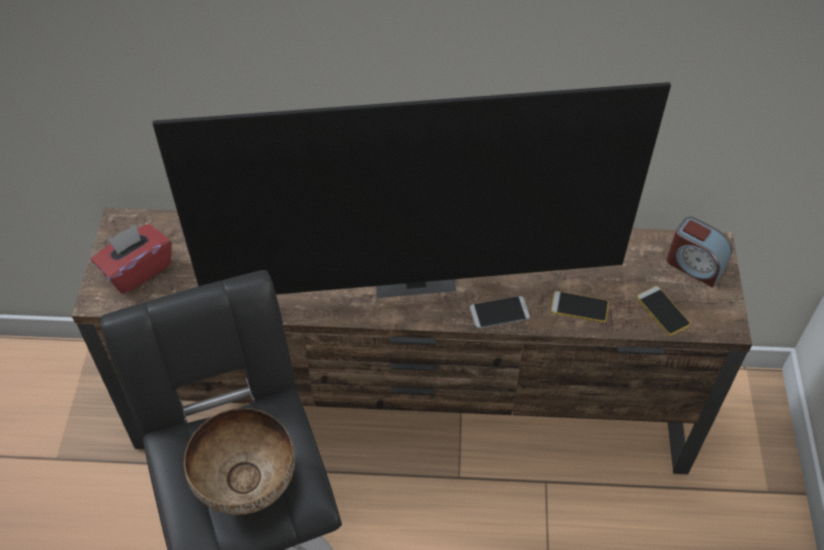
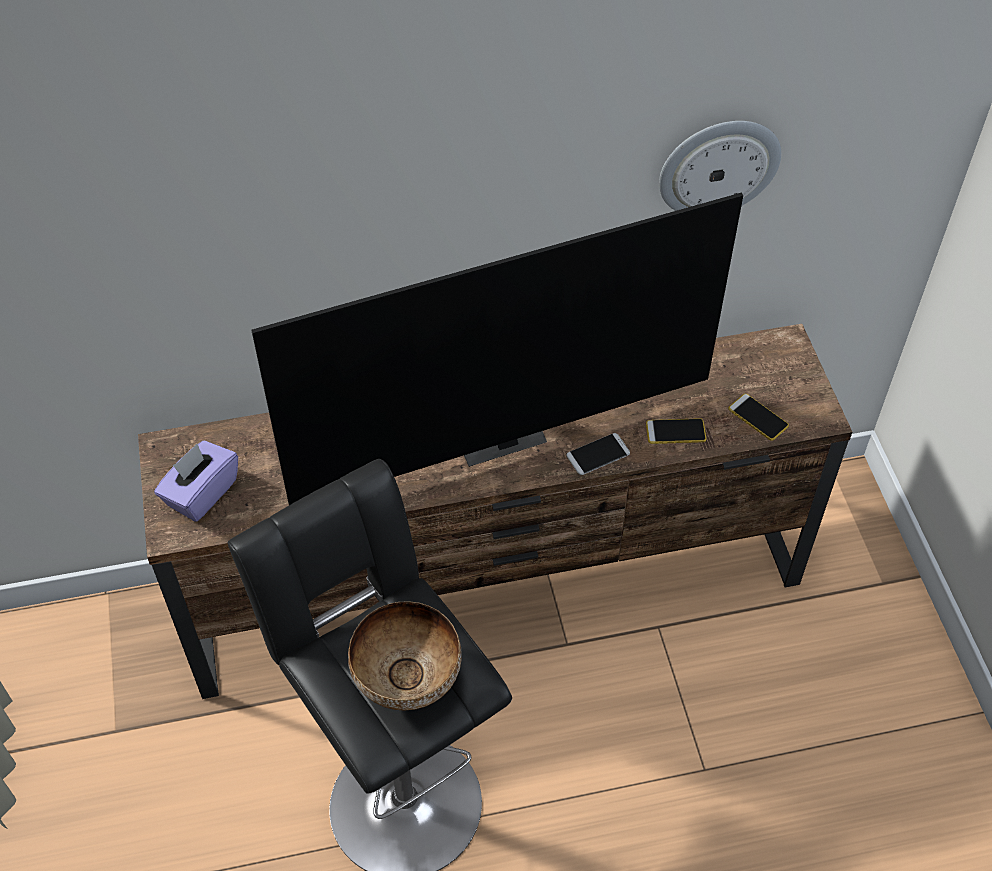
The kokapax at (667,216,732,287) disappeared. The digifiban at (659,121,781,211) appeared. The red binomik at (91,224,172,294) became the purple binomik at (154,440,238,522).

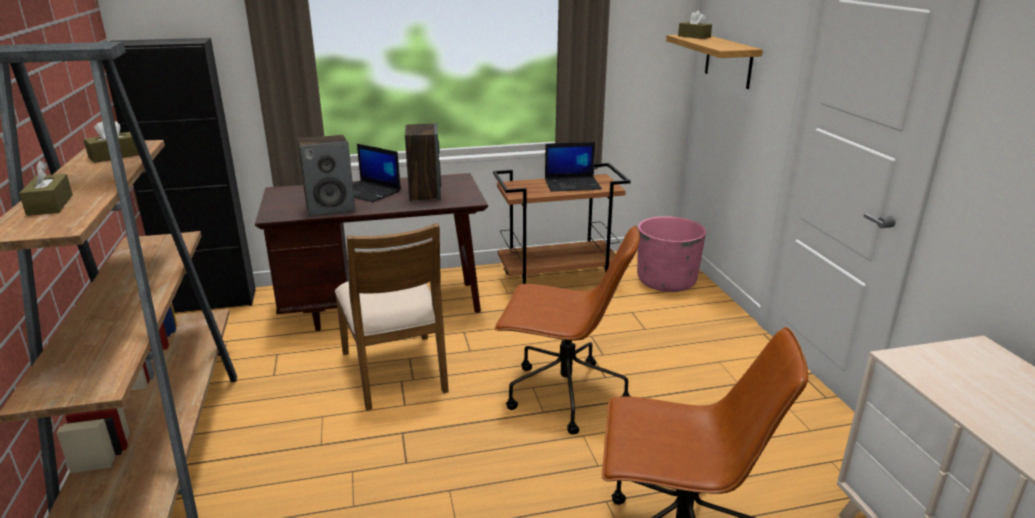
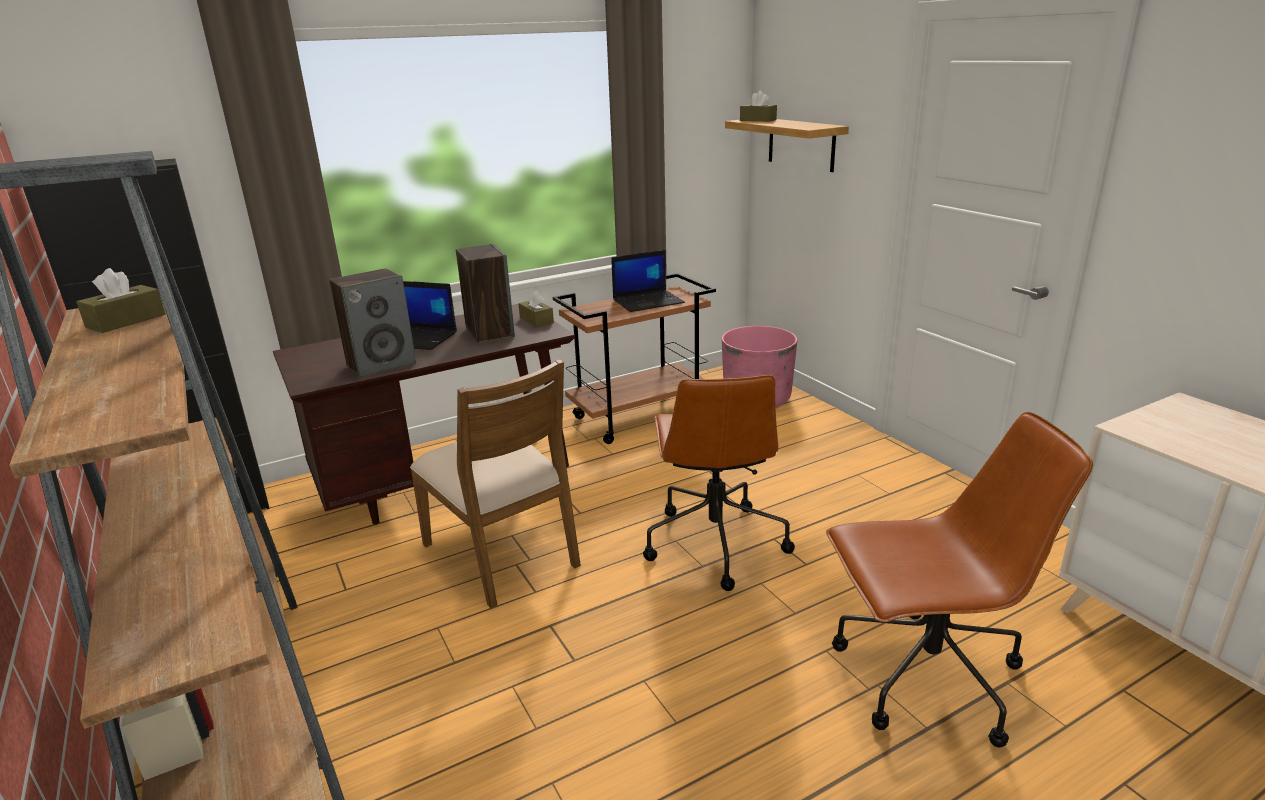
The brown binomik moved from (19,160,73,216) to (518,290,554,327). The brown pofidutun at (494,225,640,435) turned 90 degrees clockwise.

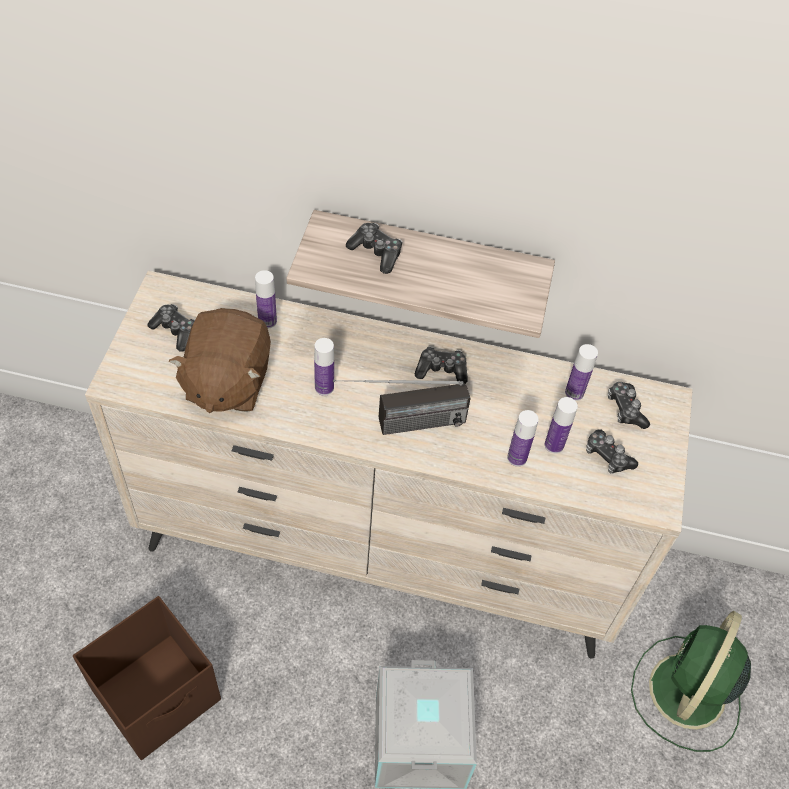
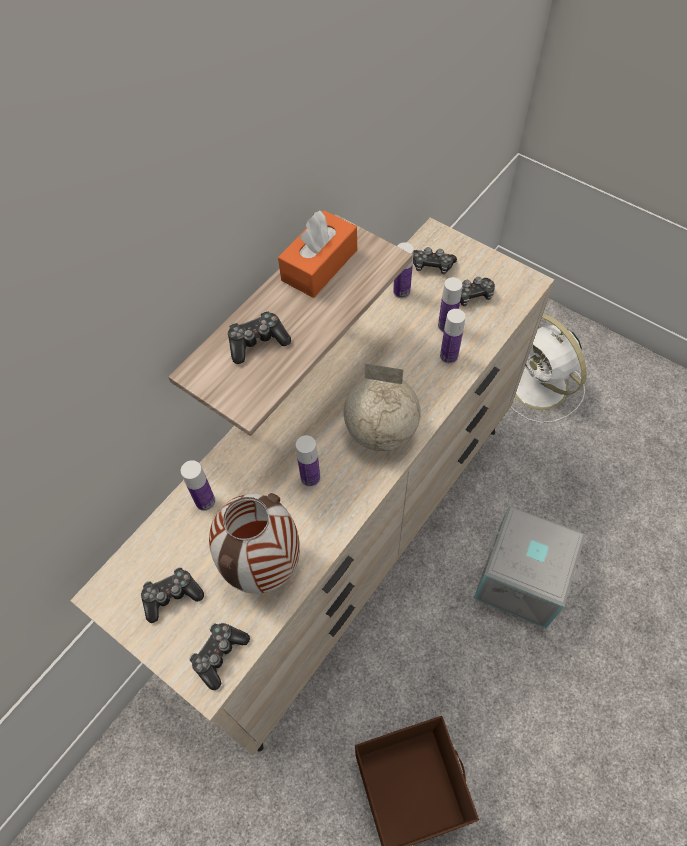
The orange binomik at (278,210,357,298) appeared. The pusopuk moved from (415,346,468,384) to (189,623,250,690). The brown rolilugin at (169,308,271,413) was replaced by the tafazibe at (209,493,300,594). The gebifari at (333,380,471,435) was replaced by the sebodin at (344,364,421,451). The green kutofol at (631,611,751,752) became the white kutofol at (511,314,587,423).

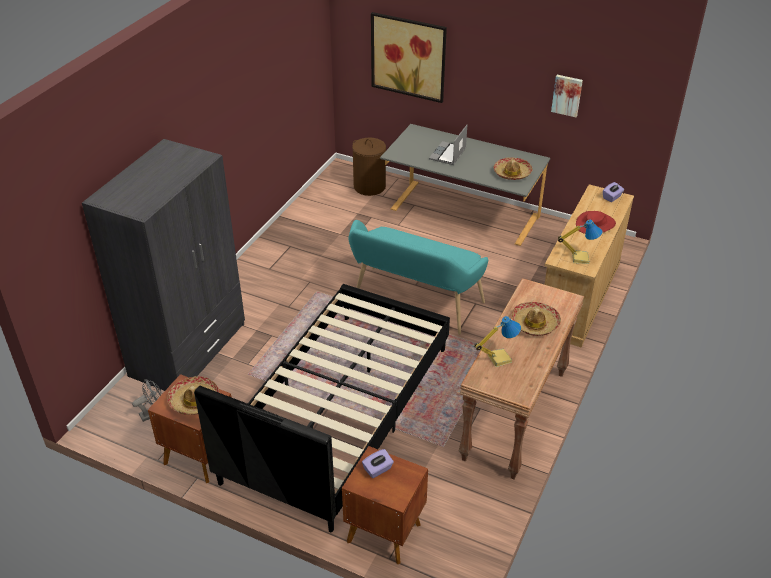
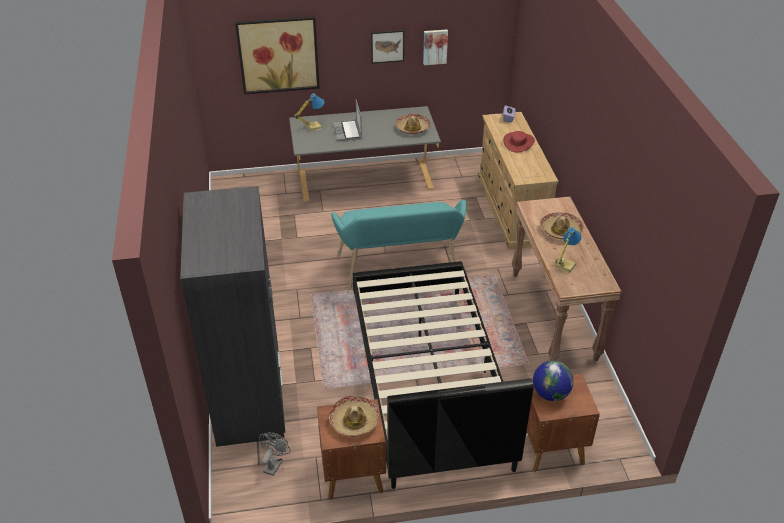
The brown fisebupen at (352,138,386,196) disappeared. The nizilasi at (371,30,404,64) appeared. The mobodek moved from (558,220,603,264) to (294,93,325,132). The purple binomik at (362,449,394,478) was replaced by the sebodin at (533,361,574,401).

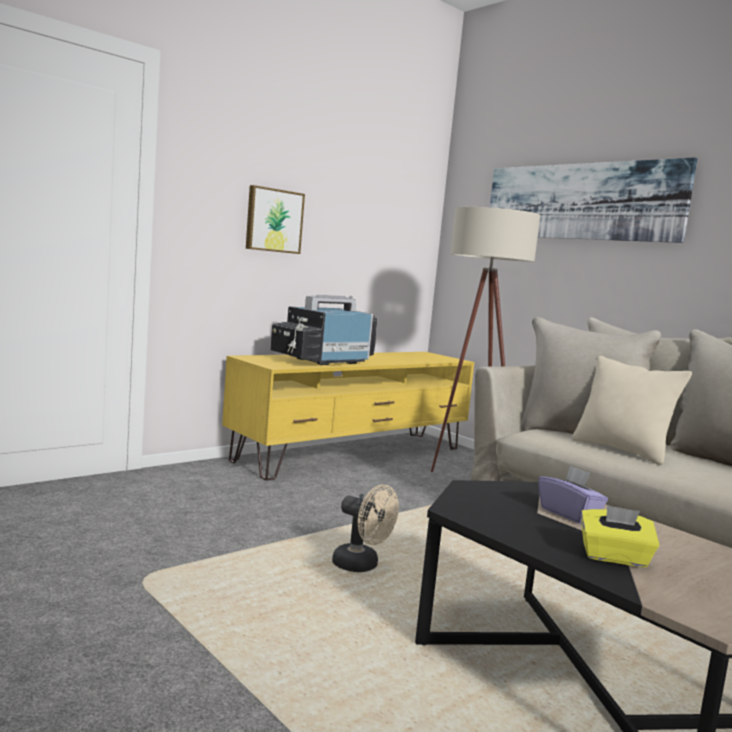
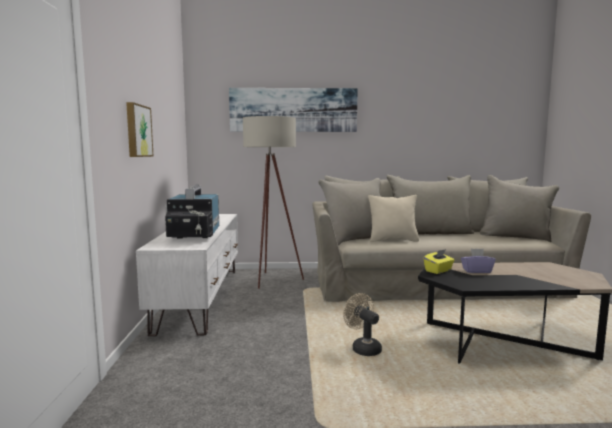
The yellow binomik moved from (581,505,659,568) to (424,249,454,274). The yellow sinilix at (222,352,475,481) became the white sinilix at (136,214,238,336). The beige kutofol at (332,485,399,572) turned 105 degrees counterclockwise.

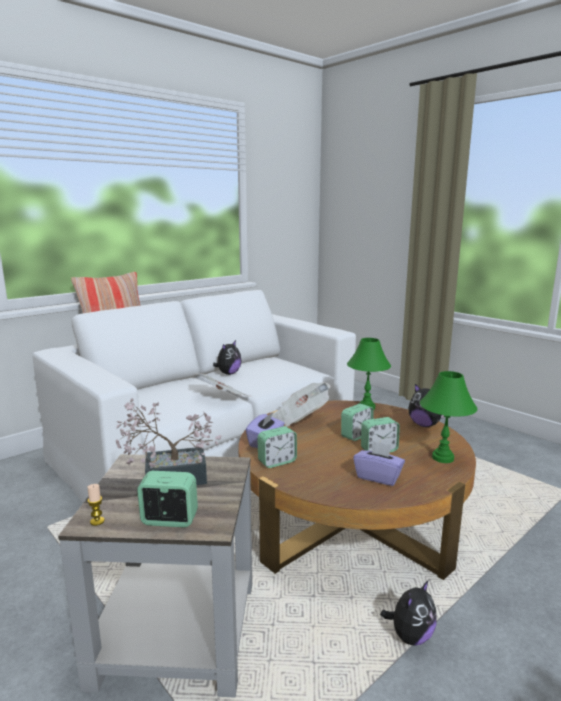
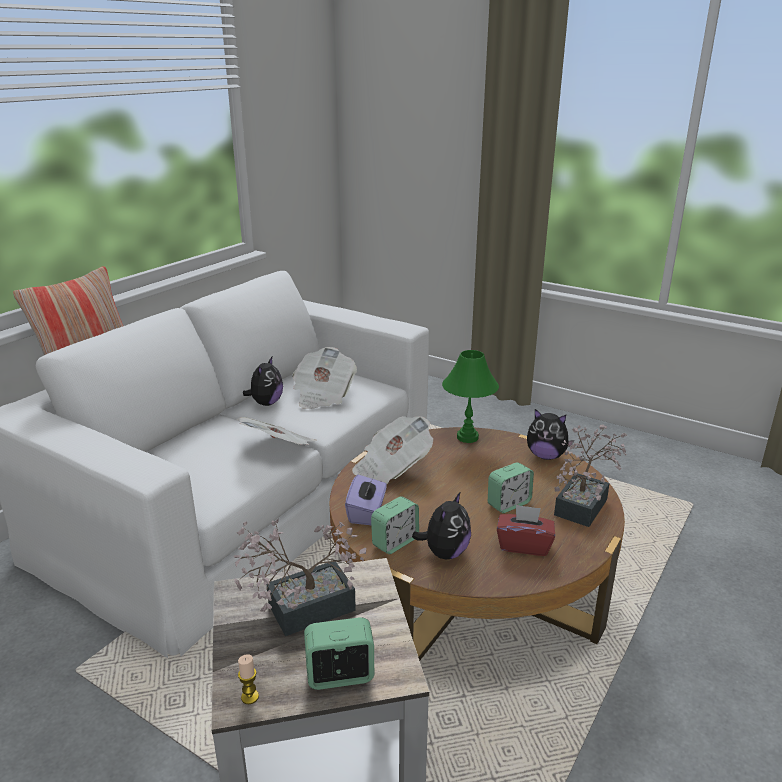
The kokapax at (341,404,374,441) disappeared. The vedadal at (292,347,357,409) appeared. The rolilugin moved from (380,580,437,646) to (412,491,471,559). The green mobodek at (420,371,477,463) was replaced by the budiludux at (554,424,627,527). The purple binomik at (353,441,405,486) became the red binomik at (497,504,555,556).

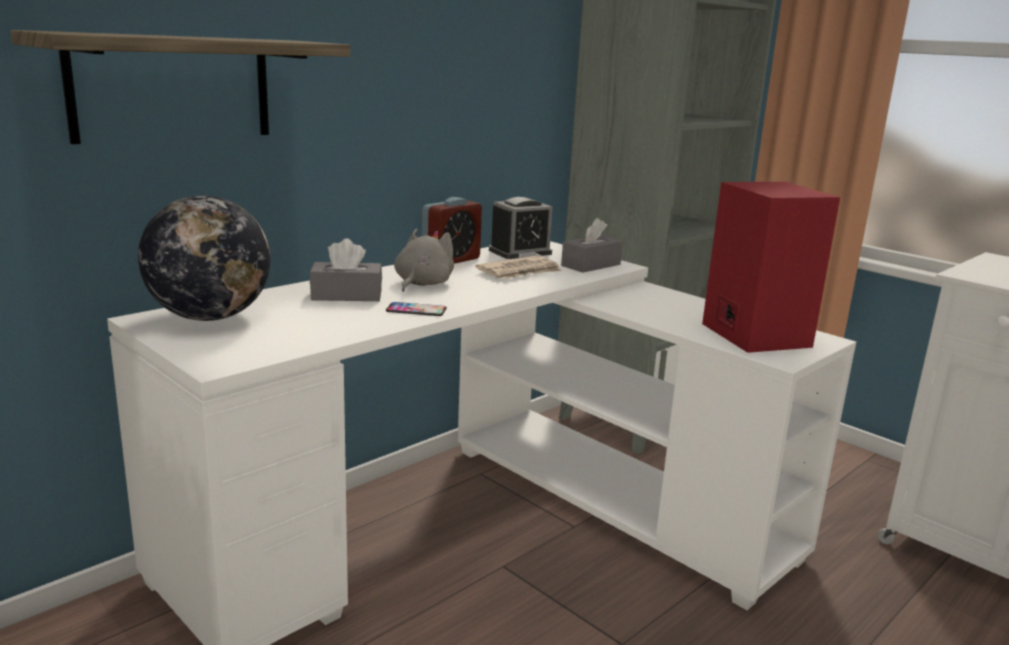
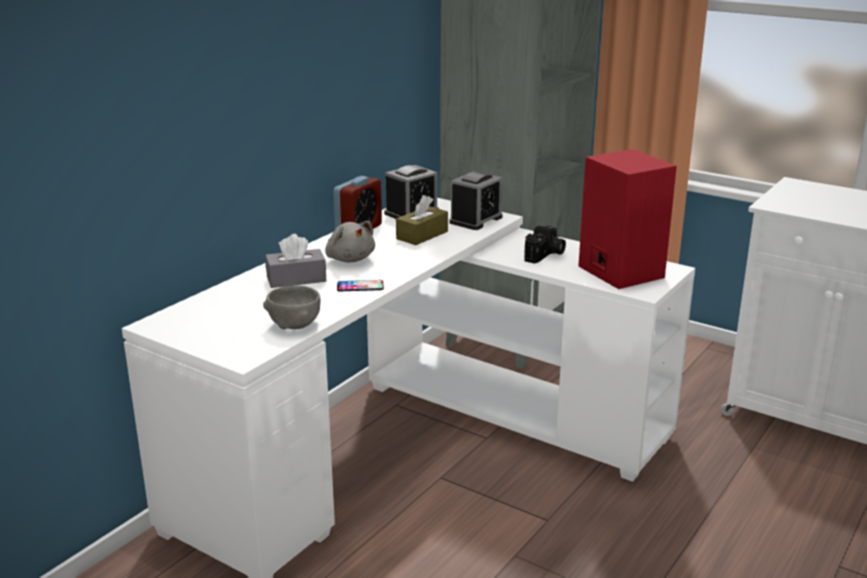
The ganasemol at (11,30,350,144) disappeared. The sebodin at (138,196,270,321) disappeared. The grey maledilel at (263,286,320,329) appeared. The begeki at (524,226,566,263) appeared. The vedadal at (475,255,561,279) was replaced by the brown binomik at (396,195,448,245). The grey binomik at (561,218,623,273) was replaced by the kokapax at (450,171,502,230). The grey rolilugin at (394,229,454,292) turned 135 degrees clockwise.

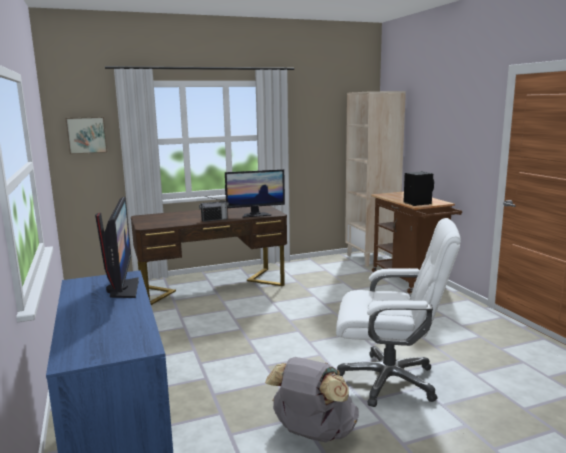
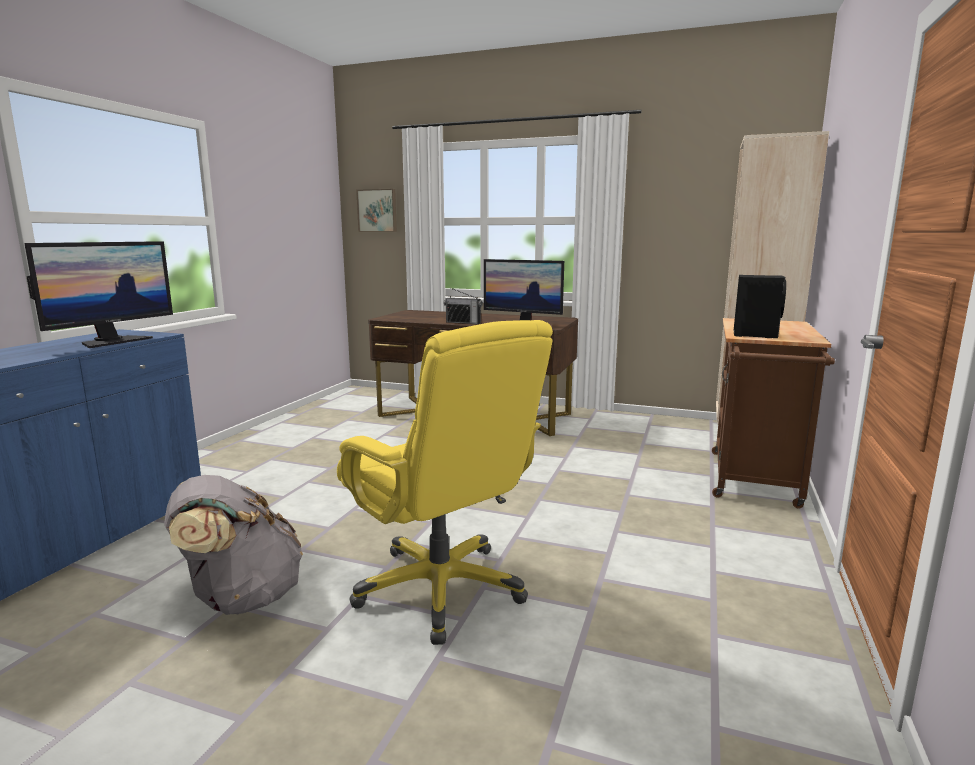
The white pofidutun at (336,218,461,407) became the yellow pofidutun at (337,320,553,645).

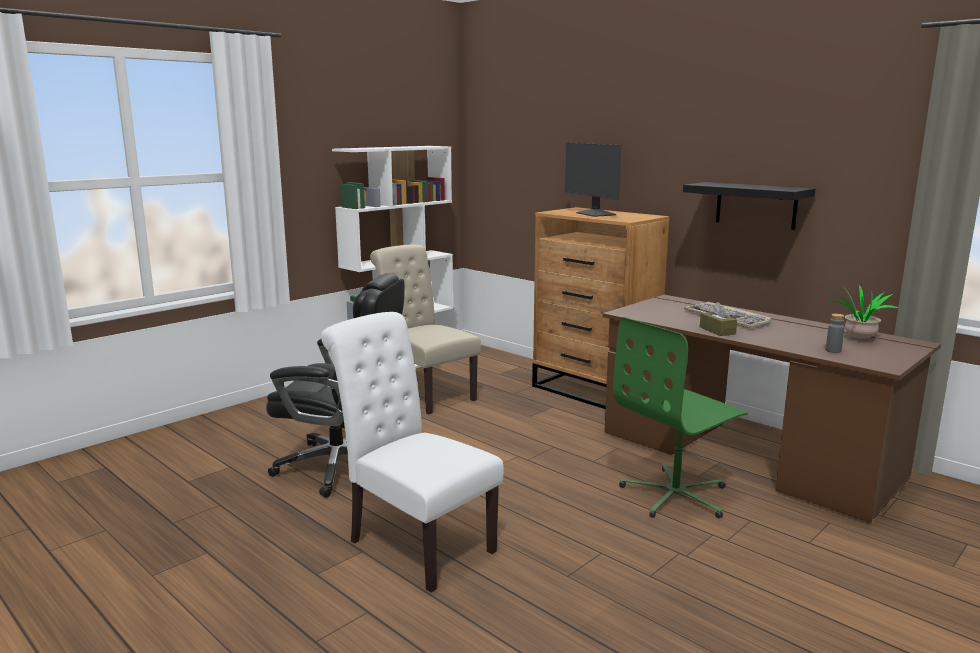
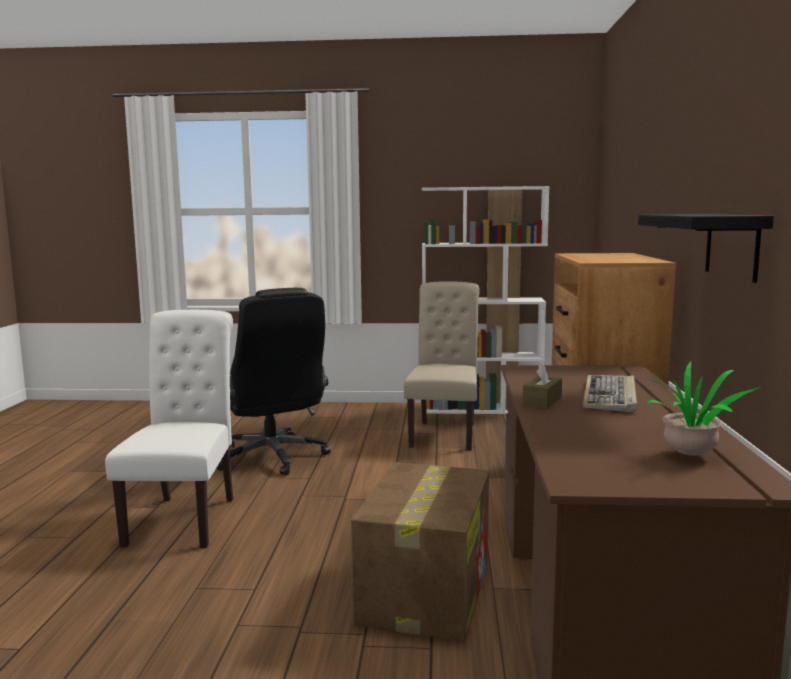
The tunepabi at (565,143,622,217) disappeared. The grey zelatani at (826,314,844,353) disappeared. The green pofidutun at (613,317,748,518) was replaced by the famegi at (351,462,489,641).

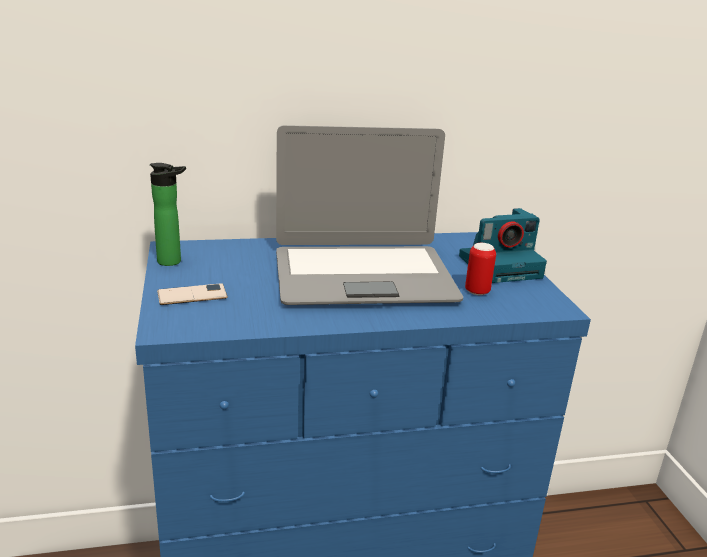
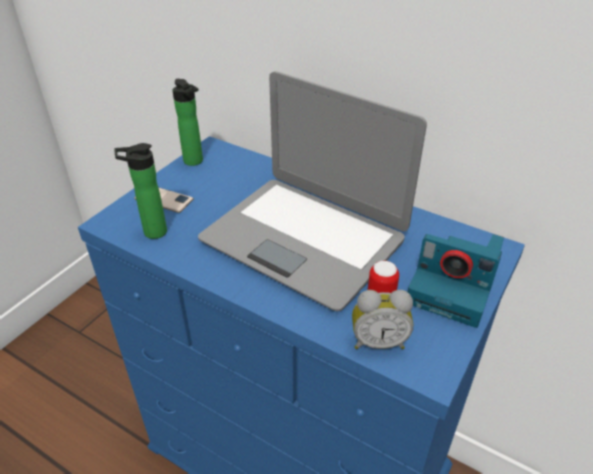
The zelatani at (114,143,167,239) appeared. The kokapax at (352,290,413,349) appeared.

